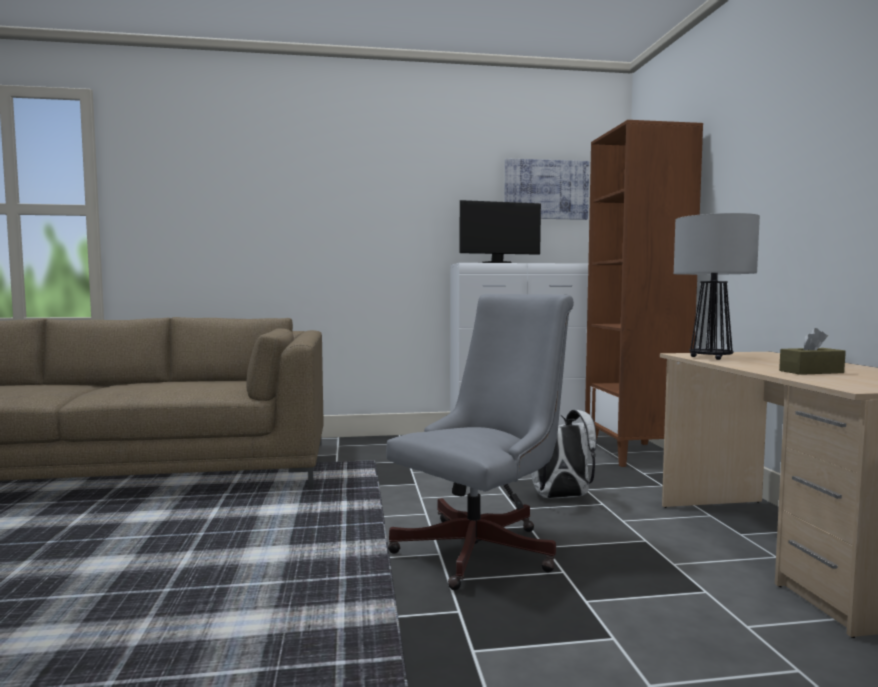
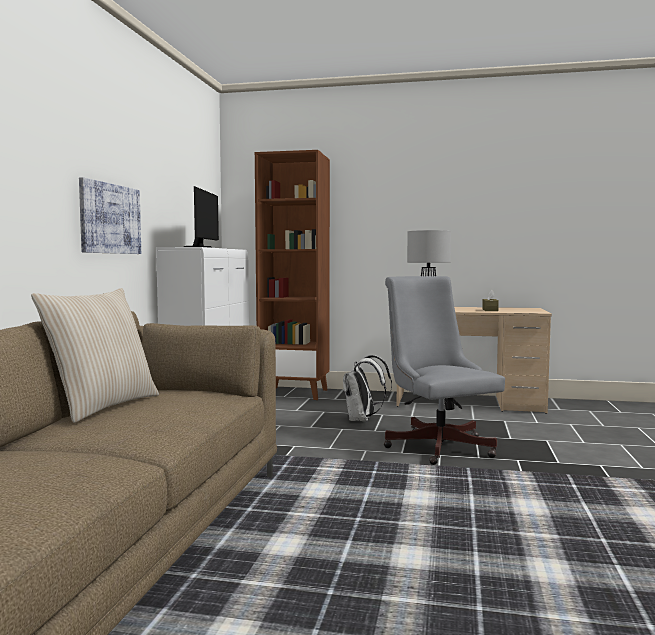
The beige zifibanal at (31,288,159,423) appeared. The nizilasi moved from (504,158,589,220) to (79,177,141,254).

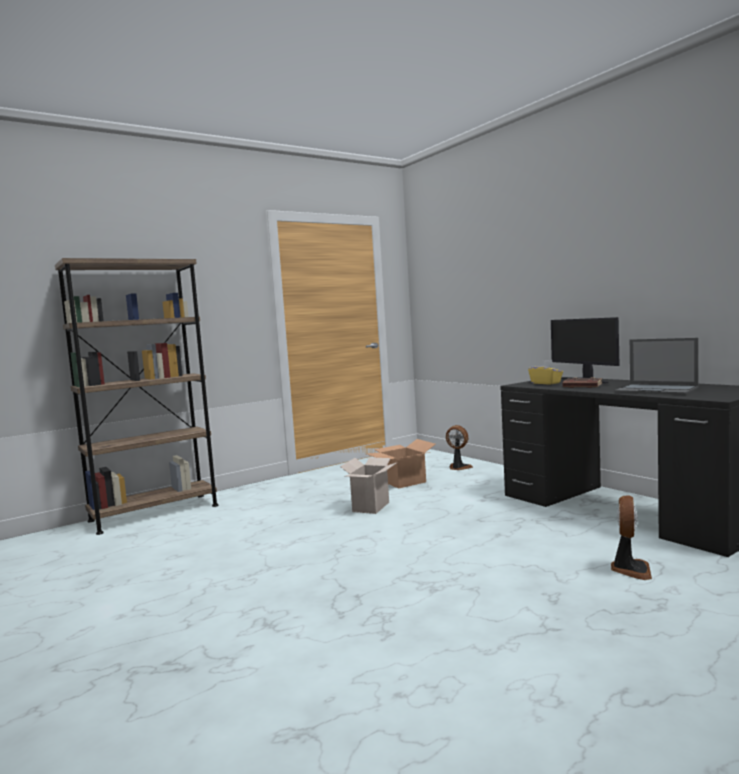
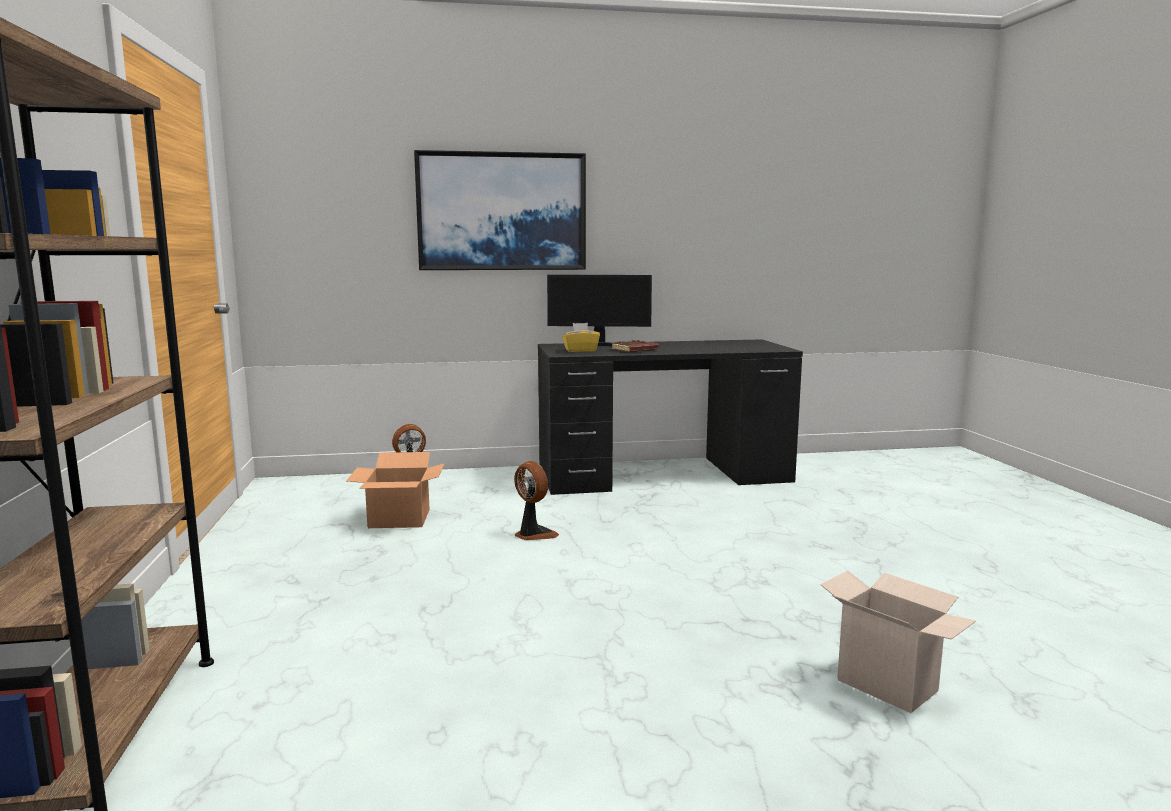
The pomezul at (615,338,699,395) disappeared. The nizilasi at (414,150,586,270) appeared. The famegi moved from (340,457,398,514) to (820,571,976,713). The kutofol moved from (611,495,652,580) to (514,461,559,540).

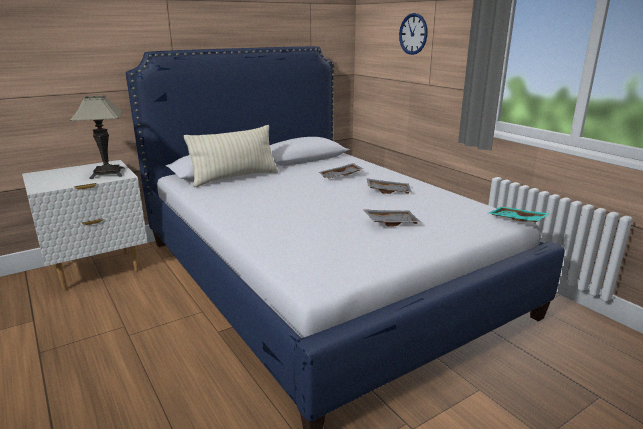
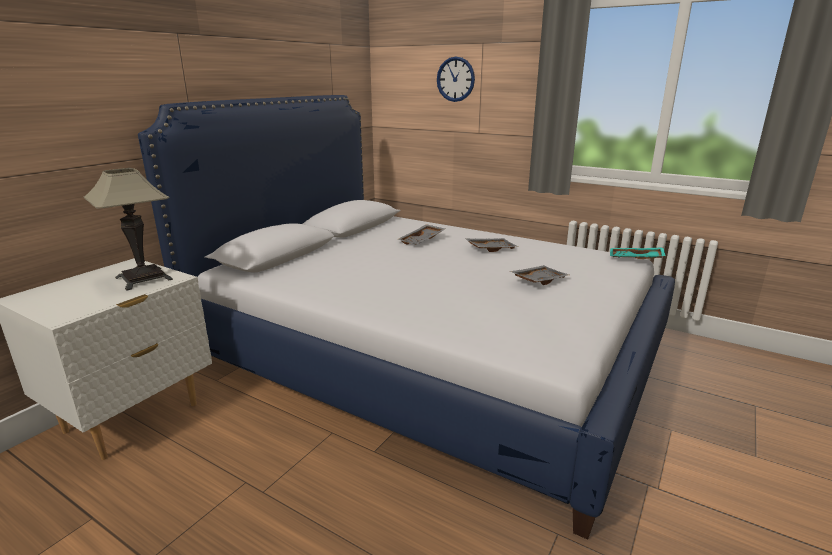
The beige zifibanal at (184,125,278,188) disappeared.

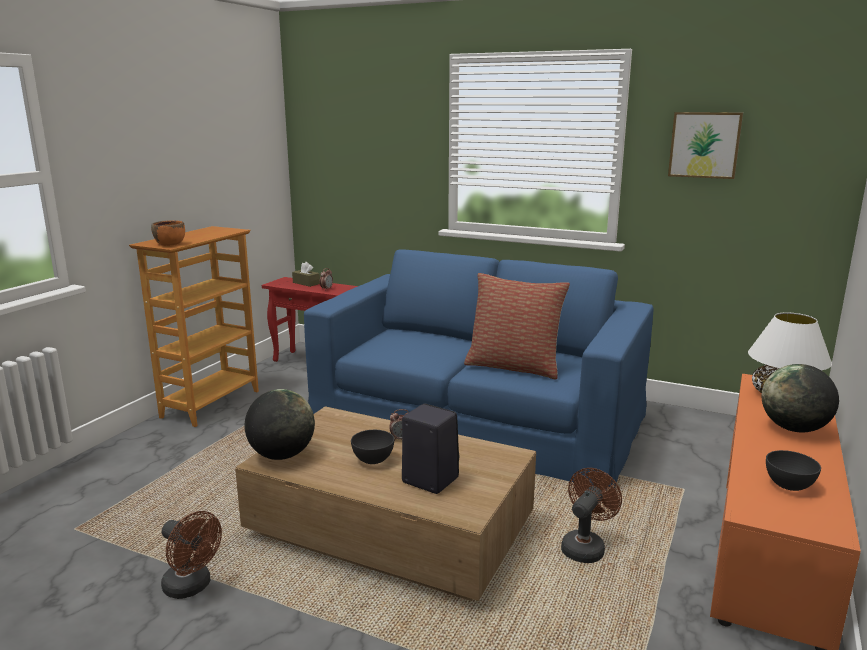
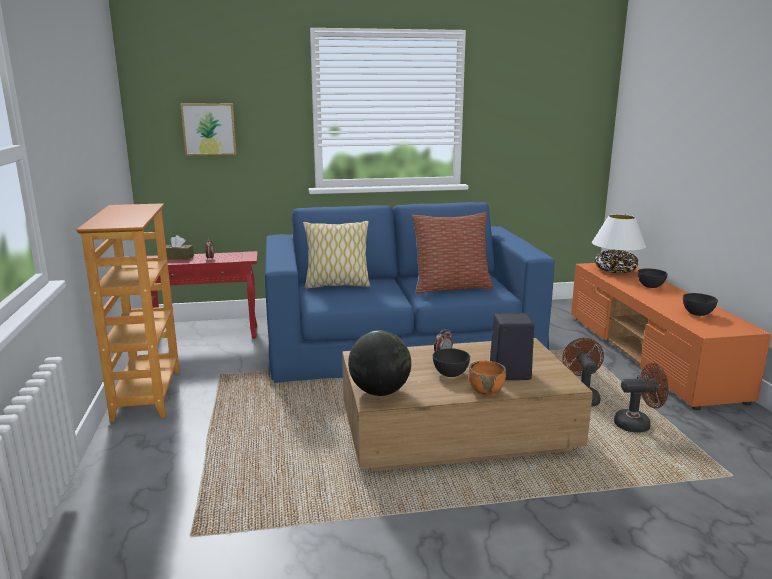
The zifibanal at (303,221,370,289) appeared. The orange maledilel moved from (151,220,185,246) to (468,361,506,396). The brown kutofol moved from (161,511,222,599) to (614,363,669,433). The nizilasi moved from (668,112,743,179) to (180,103,237,156). The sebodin at (762,364,839,432) was replaced by the grey maledilel at (638,268,668,288).

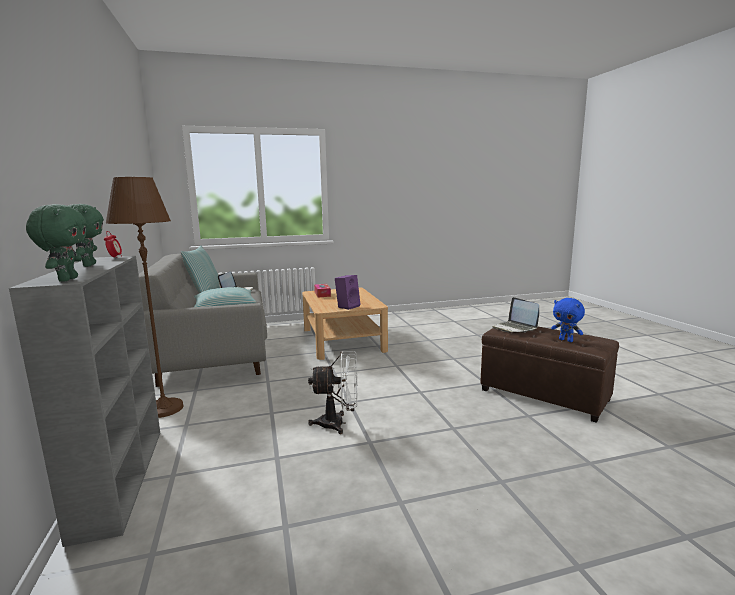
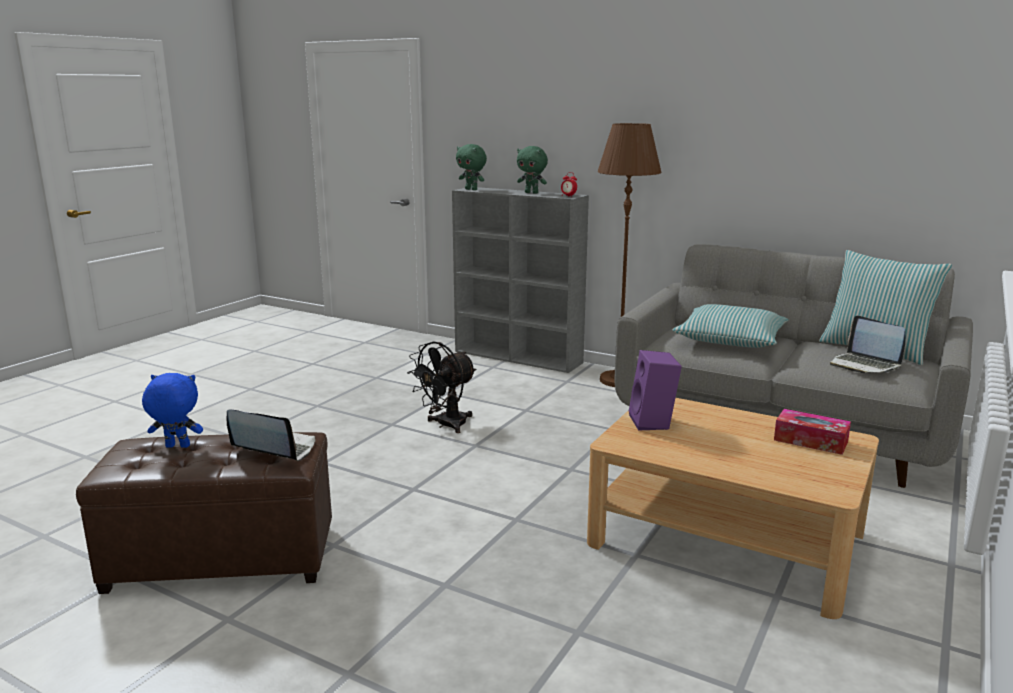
The white kutofol at (308,351,357,434) became the black kutofol at (407,341,477,433).

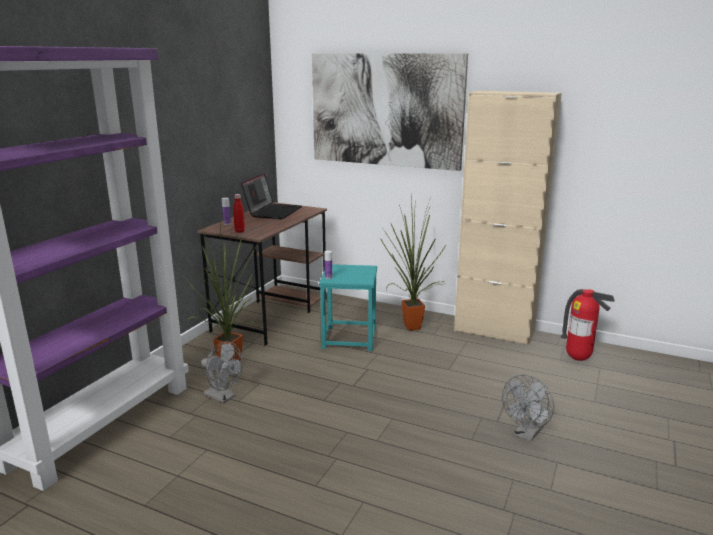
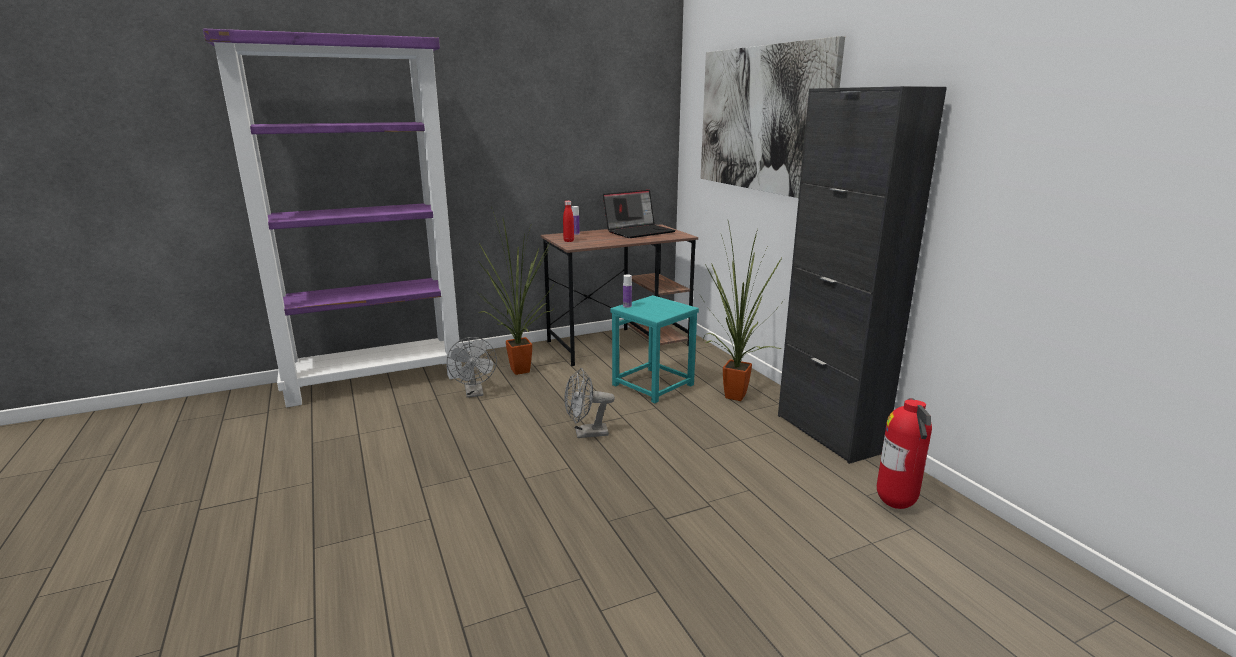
The grey kutofol moved from (502,375,554,442) to (564,368,615,438). The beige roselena at (454,91,562,346) became the black roselena at (778,86,947,464).

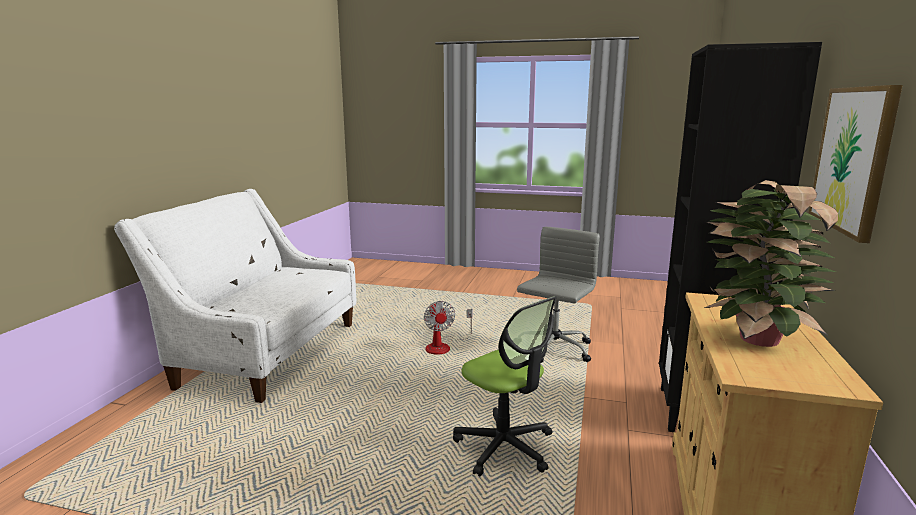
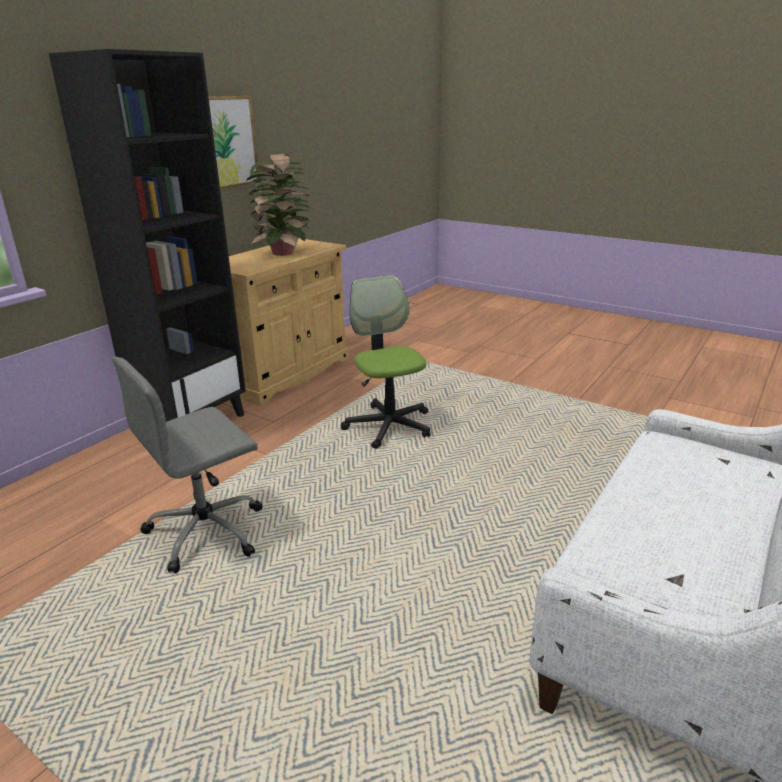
The kutofol at (424,301,473,355) disappeared.

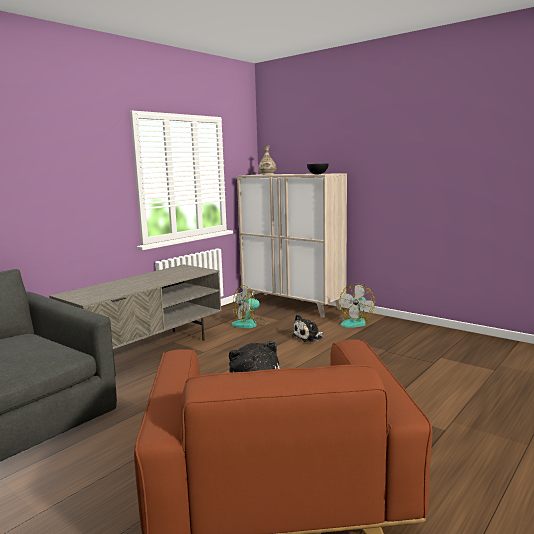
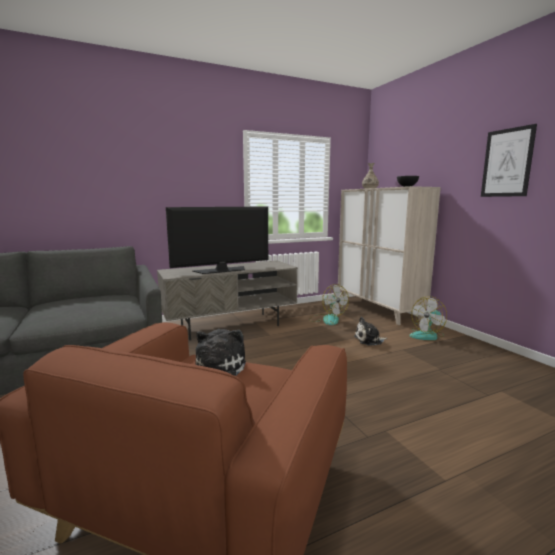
The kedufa at (166,206,268,274) appeared. The nizilasi at (481,124,537,197) appeared. The kutofol at (231,285,269,328) turned 120 degrees counterclockwise.

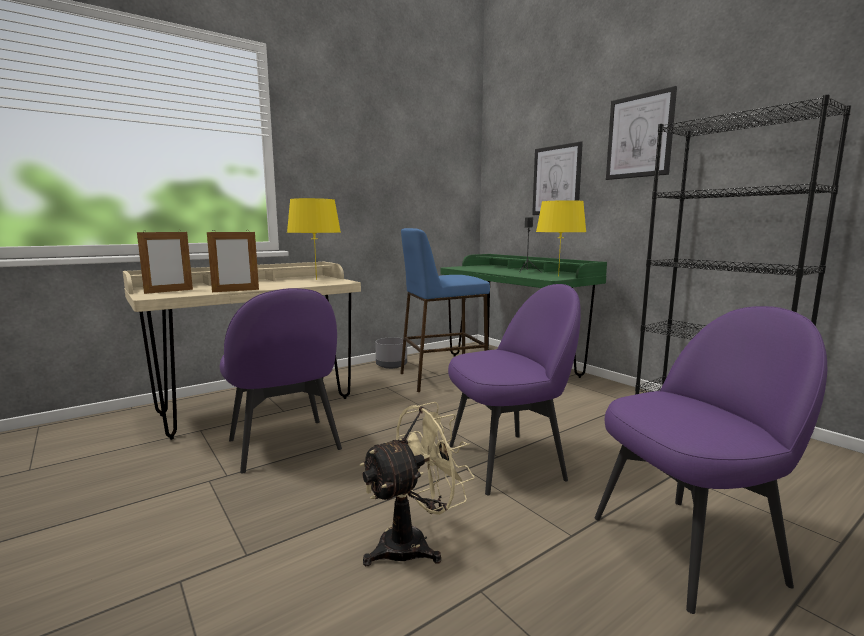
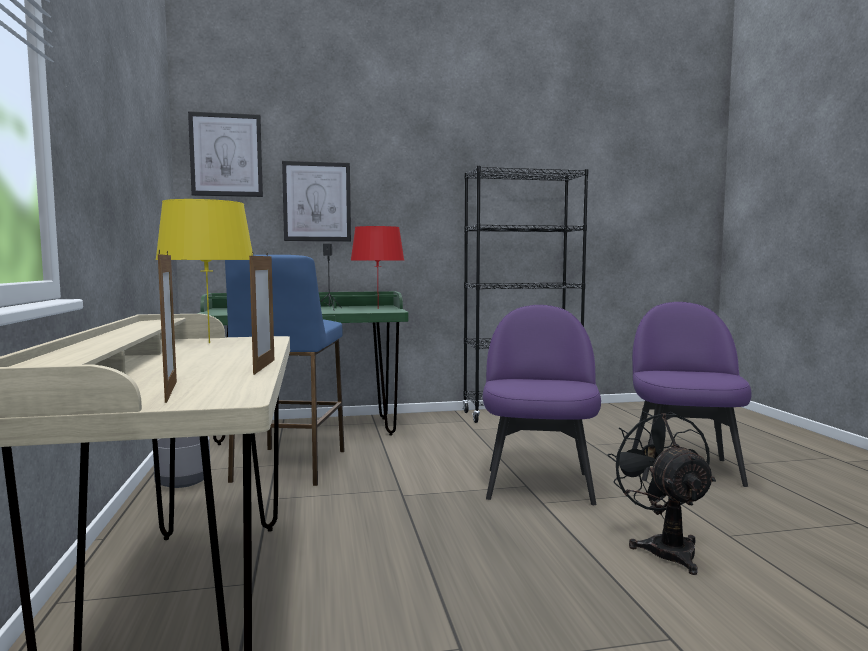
The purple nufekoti at (220,288,342,474) disappeared. The nizilasi moved from (606,86,677,180) to (188,111,263,197). The beige kutofol at (359,402,475,566) became the black kutofol at (608,411,716,575). The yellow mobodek at (536,200,586,276) became the red mobodek at (351,226,404,309).

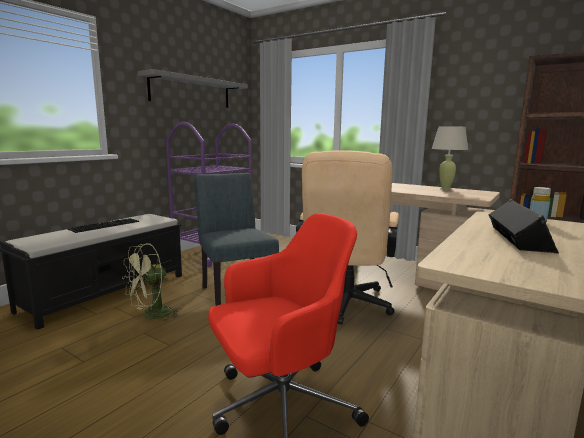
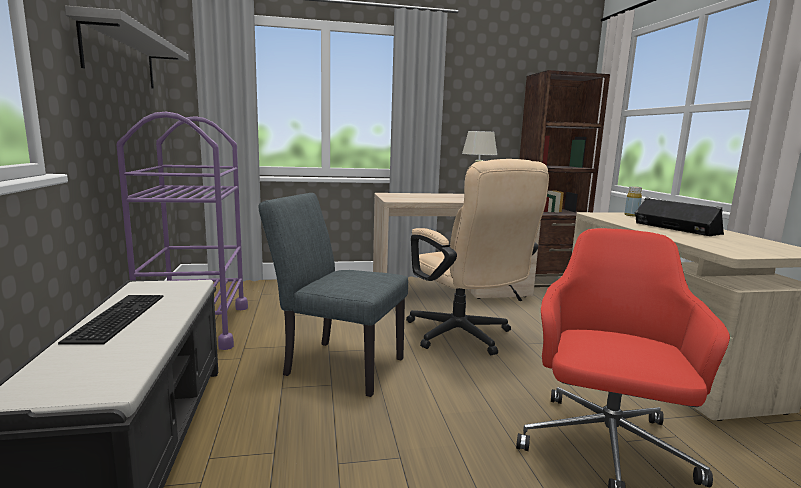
The green kutofol at (122,243,182,322) disappeared.

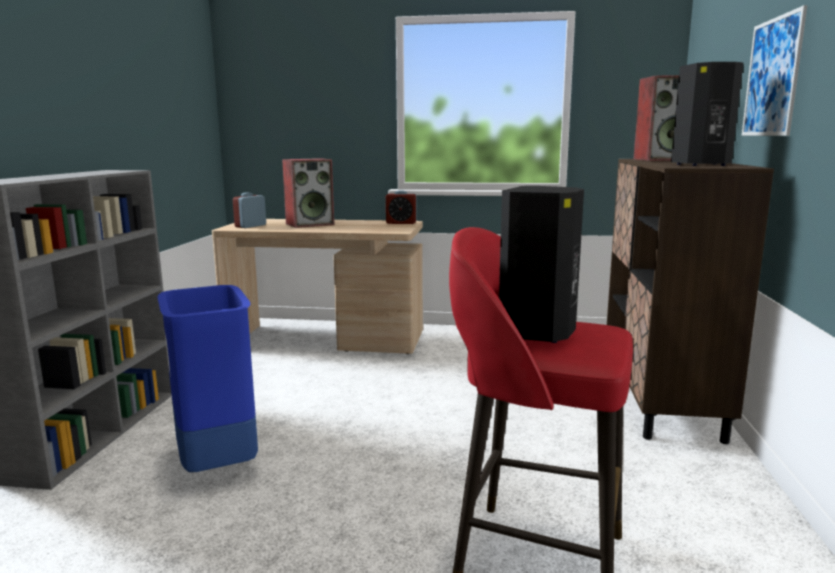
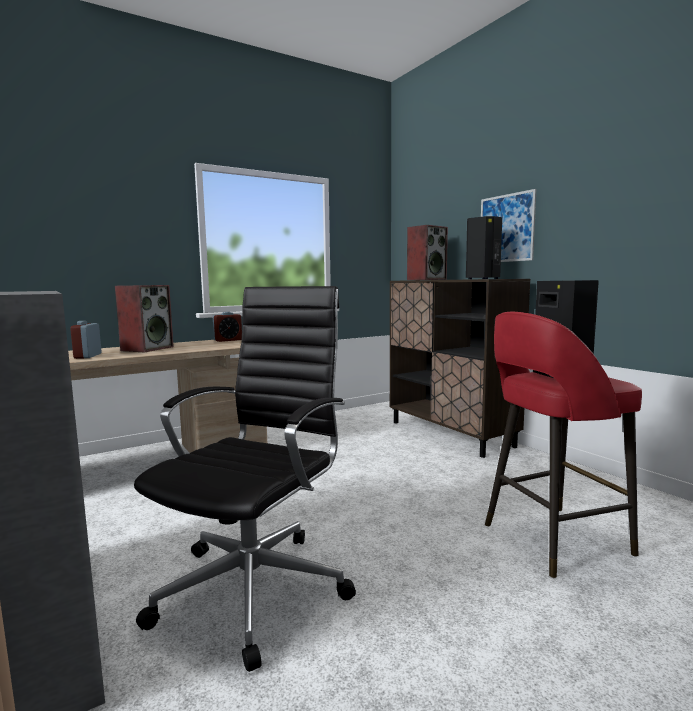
The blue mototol at (158,285,258,472) was replaced by the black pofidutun at (134,286,356,672).

